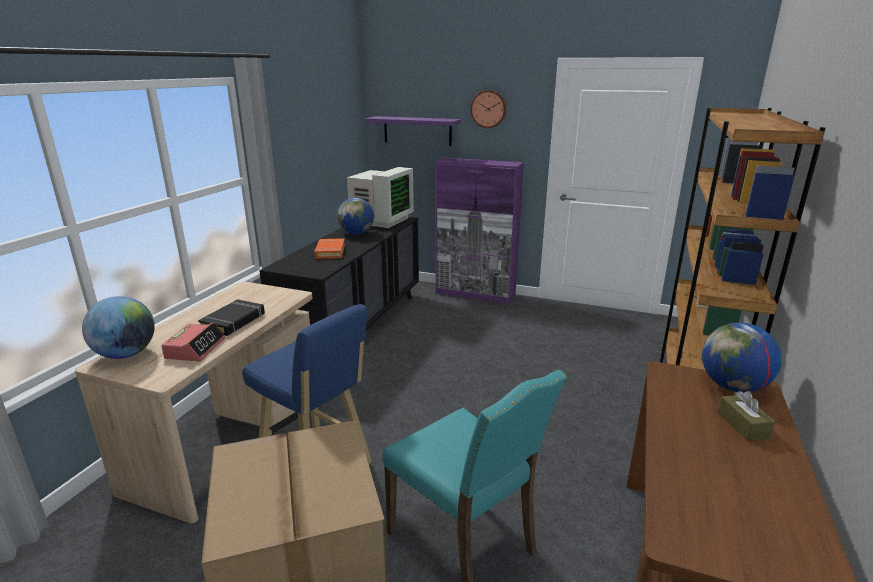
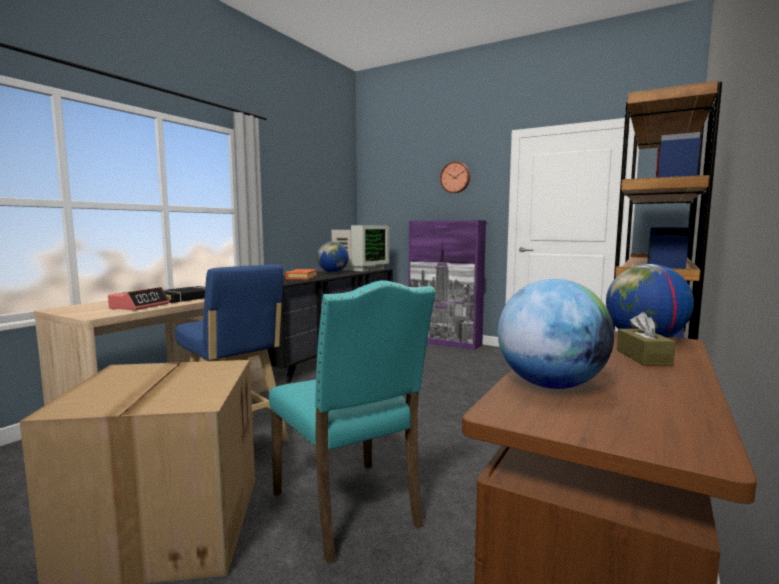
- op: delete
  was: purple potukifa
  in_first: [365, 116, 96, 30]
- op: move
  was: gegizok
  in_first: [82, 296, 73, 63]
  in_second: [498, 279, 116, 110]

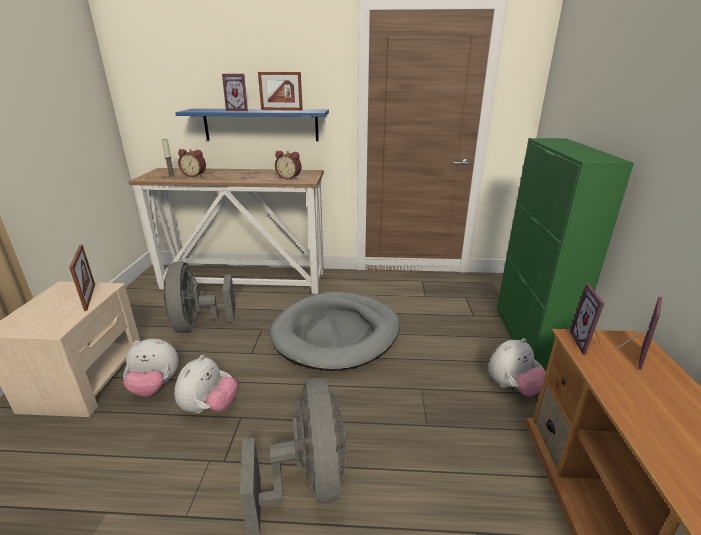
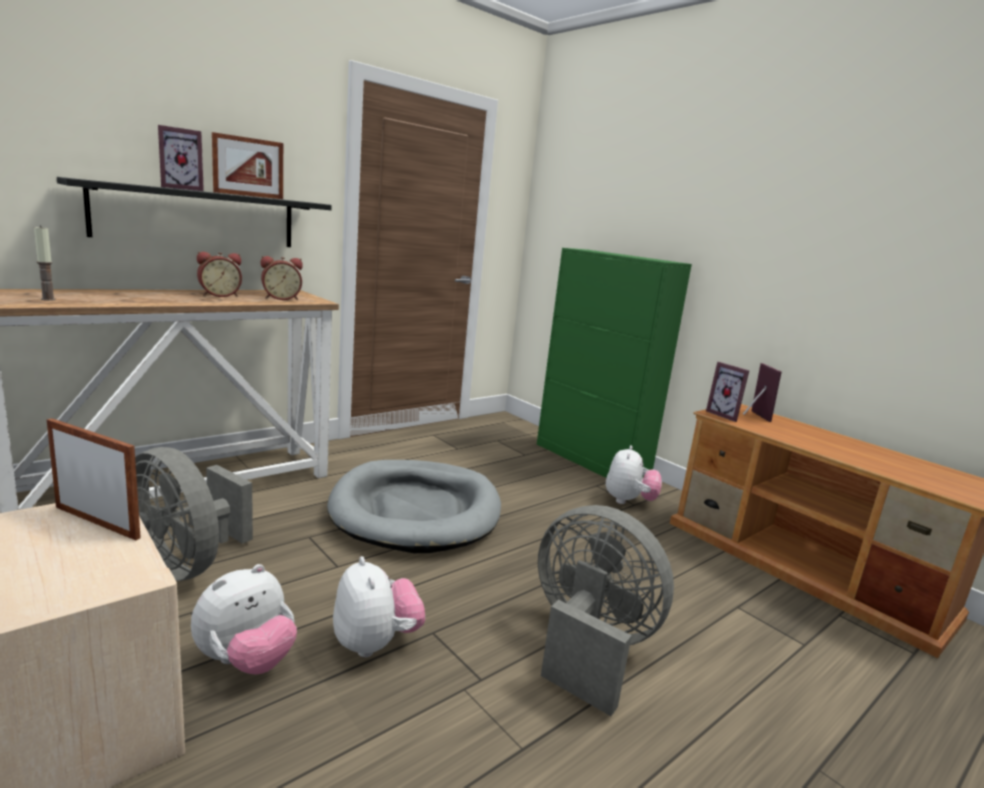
- op: recolor
  was: blue potukifa
  now: black potukifa
  in_first: [175, 109, 154, 32]
  in_second: [57, 177, 275, 70]
- op: move
  was: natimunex
  in_first: [178, 149, 28, 28]
  in_second: [197, 252, 45, 45]

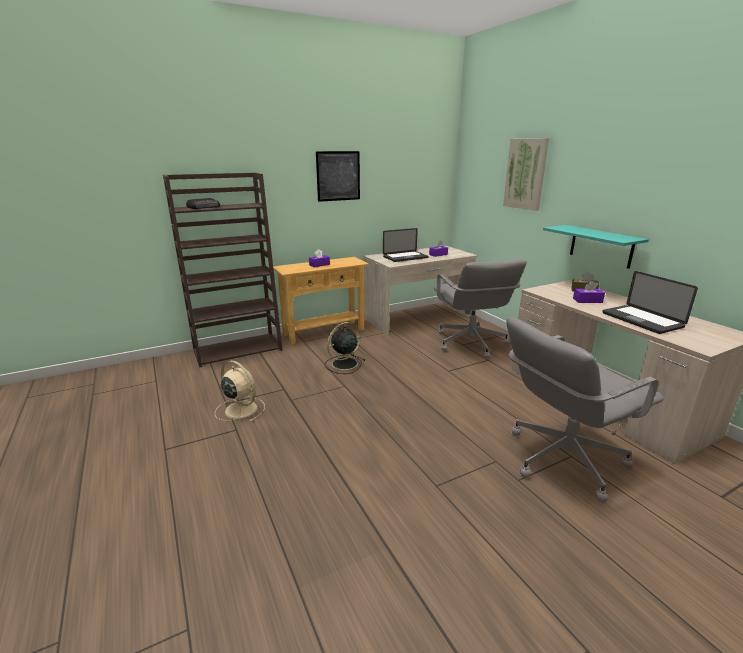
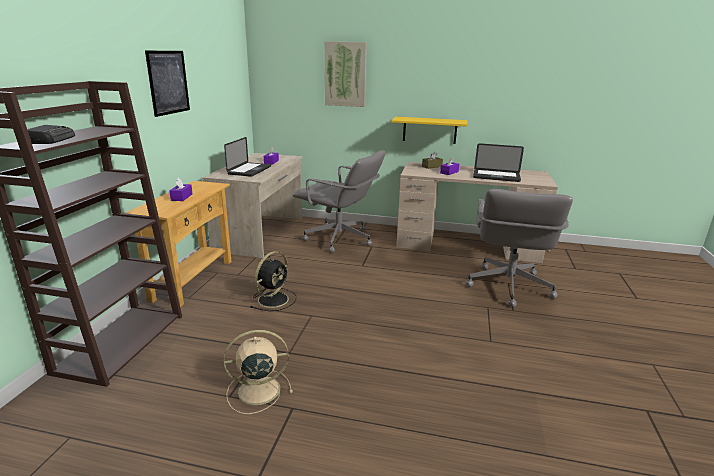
- op: recolor
  was: turquoise potukifa
  now: yellow potukifa
  in_first: [543, 225, 106, 44]
  in_second: [391, 117, 76, 27]
- op: rotate
  was: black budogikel
  in_first: [325, 322, 40, 52]
  in_second: [250, 251, 46, 60]
  clockwise: -150

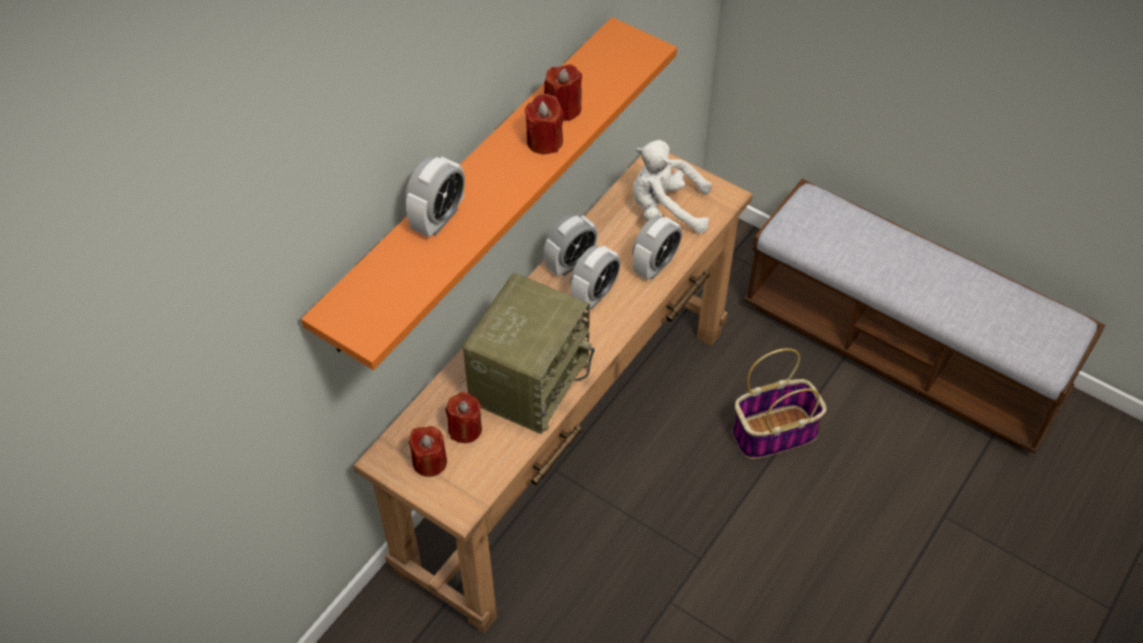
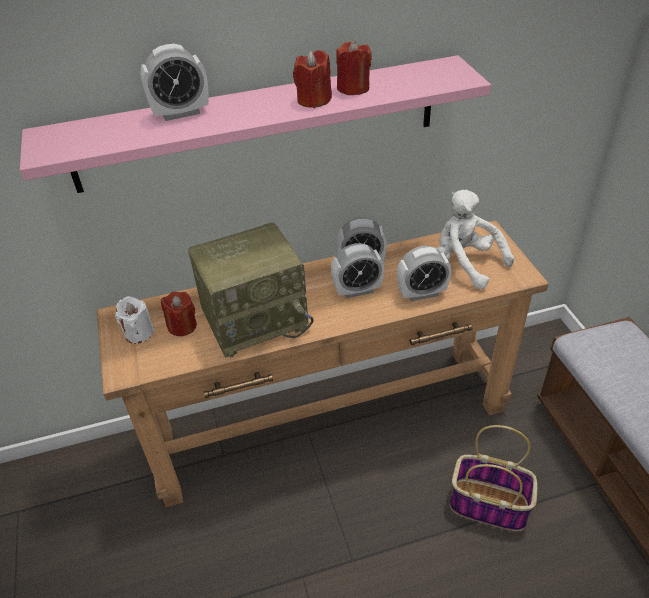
- op: recolor
  was: orange potukifa
  now: pink potukifa
  in_first: [301, 17, 376, 353]
  in_second: [20, 55, 471, 138]
- op: recolor
  was: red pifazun
  now: white pifazun
  in_first: [409, 426, 38, 51]
  in_second: [115, 296, 40, 48]

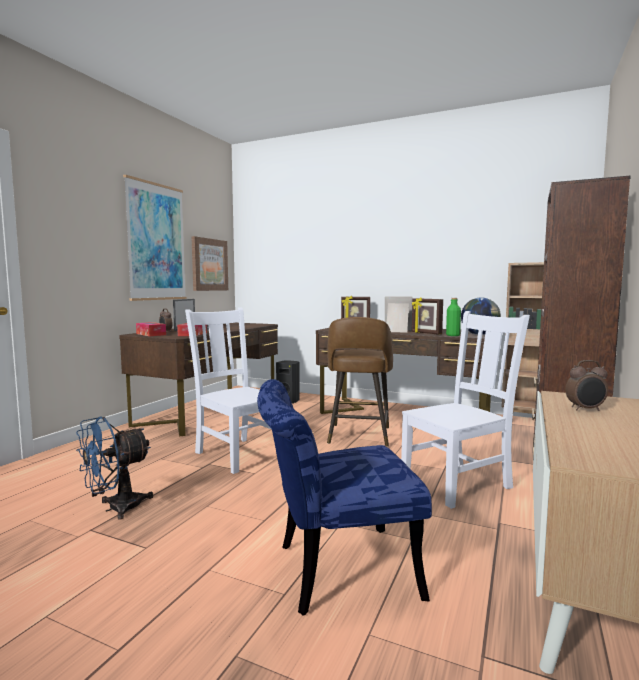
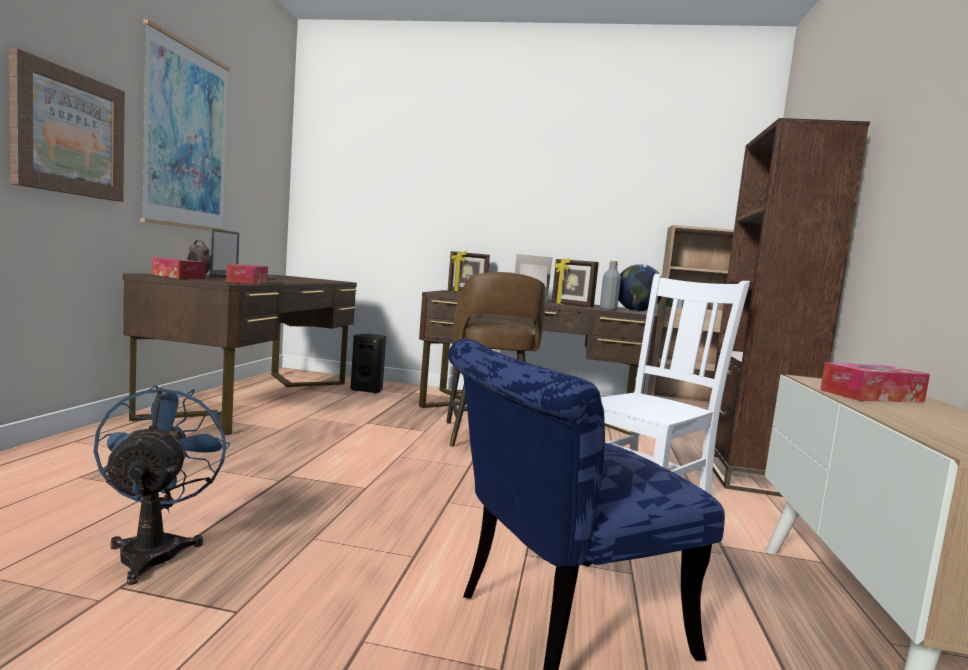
- op: move
  was: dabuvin
  in_first: [192, 236, 36, 55]
  in_second: [9, 48, 116, 154]
- op: recolor
  was: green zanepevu
  now: grey zanepevu
  in_first: [446, 298, 15, 38]
  in_second: [600, 261, 21, 50]
- op: delete
  was: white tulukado
  in_first: [185, 307, 87, 167]
- op: replace
  was: natimunex
  now: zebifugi
  in_first: [565, 360, 43, 51]
  in_second: [820, 362, 110, 41]
- op: rotate
  was: blue budogikel
  in_first: [76, 416, 77, 104]
  in_second: [93, 385, 137, 200]
  clockwise: 135

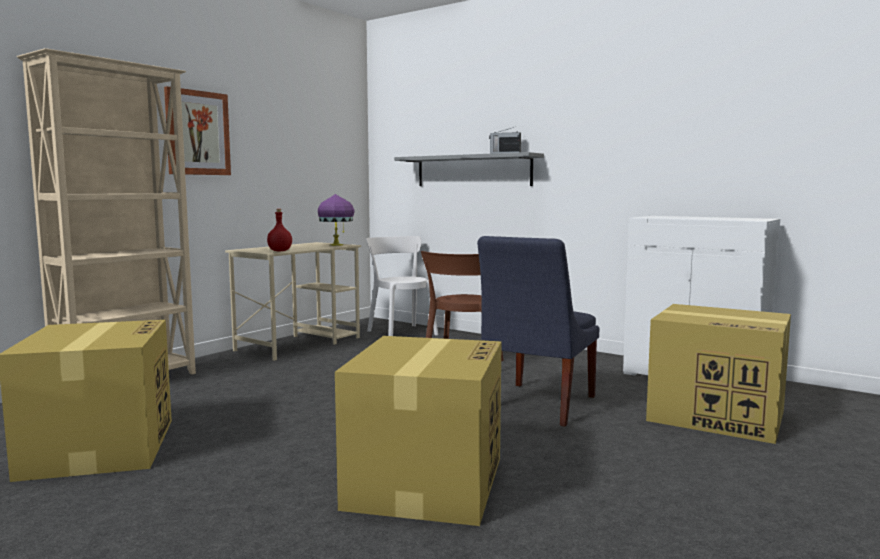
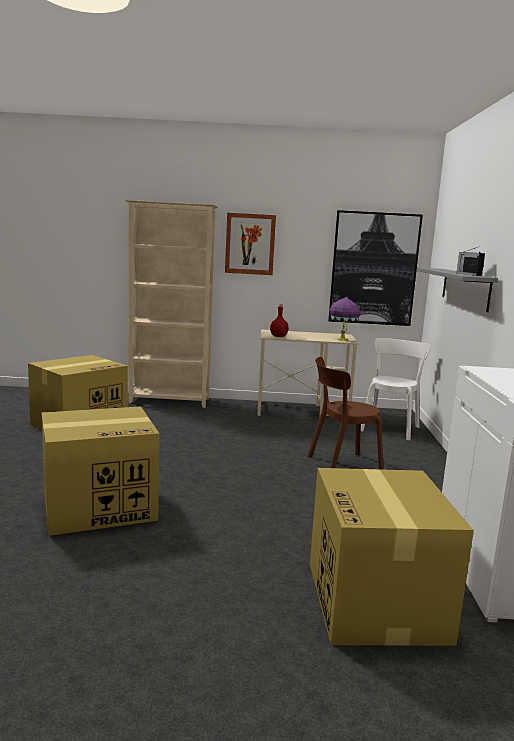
- op: delete
  was: blue tulukado
  in_first: [477, 236, 123, 191]
- op: insert
  now: dabuvin
  in_second: [328, 210, 95, 116]

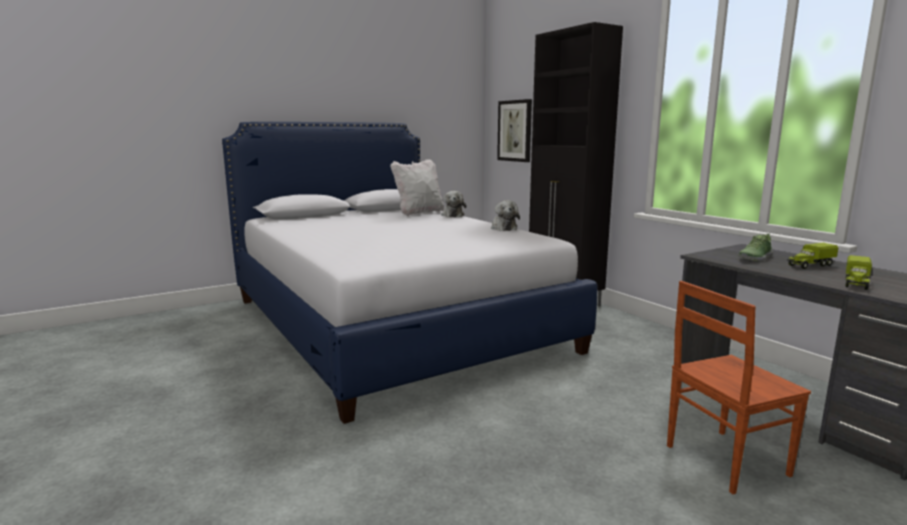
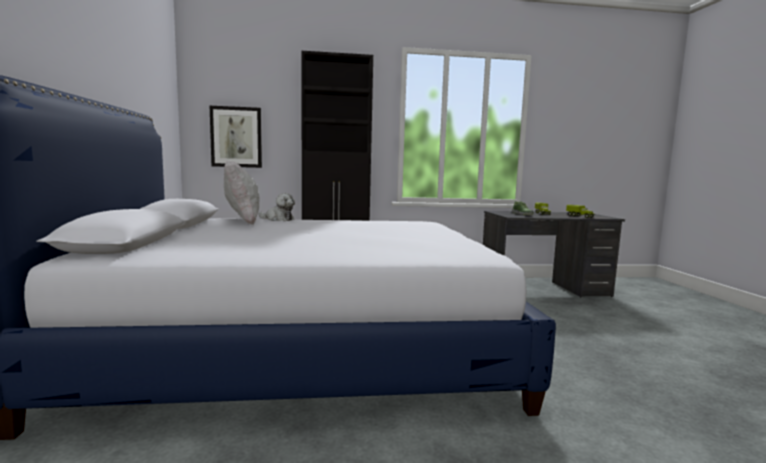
- op: delete
  was: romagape
  in_first: [491, 200, 29, 31]
- op: delete
  was: brown tulukado
  in_first: [667, 281, 144, 213]

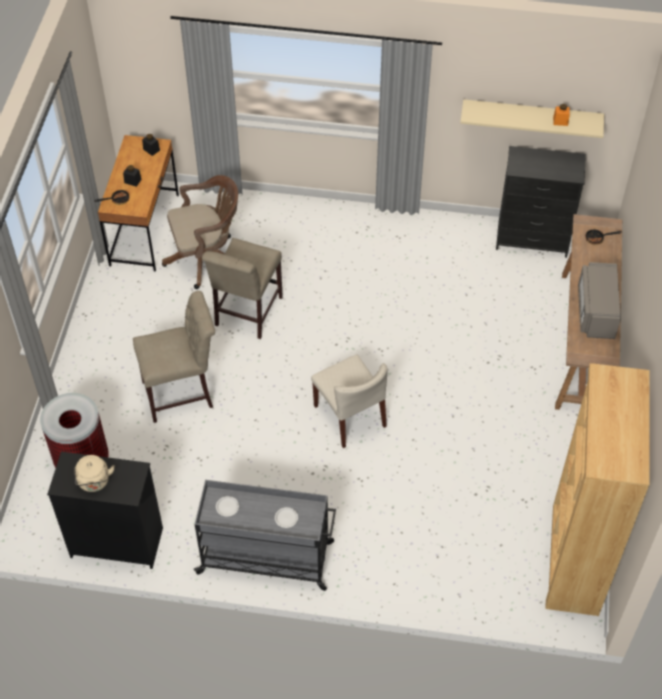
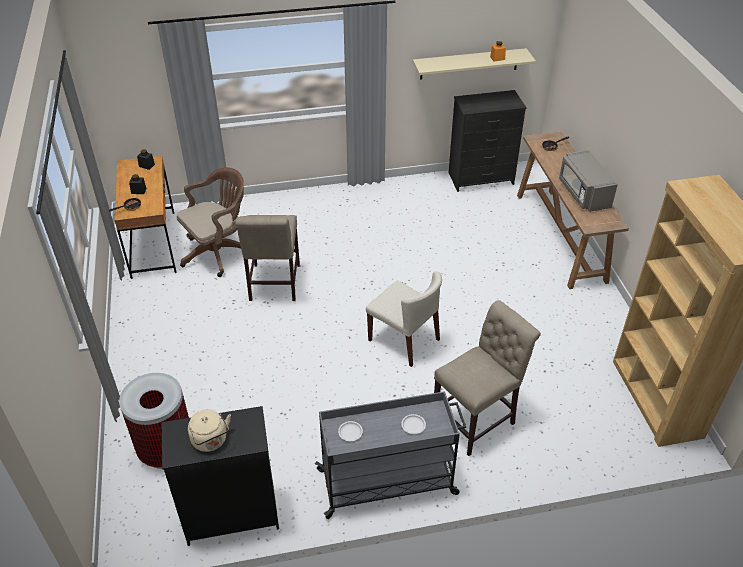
- op: move
  was: beige tulukado
  in_first: [133, 291, 82, 132]
  in_second: [434, 300, 107, 156]

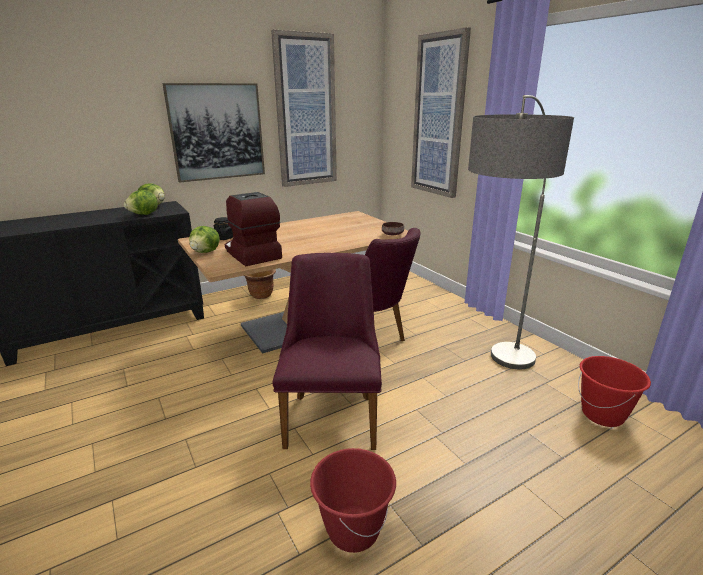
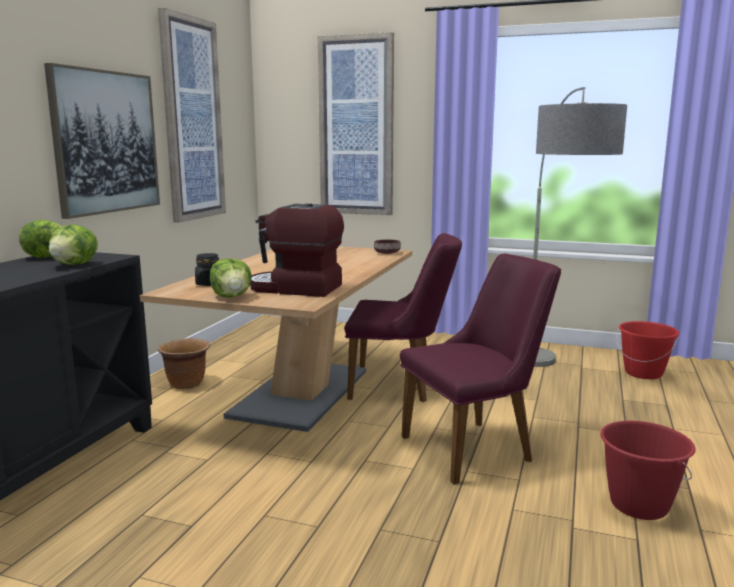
- op: rotate
  was: purple tulukado
  in_first: [272, 253, 110, 197]
  in_second: [400, 253, 161, 231]
  clockwise: 105

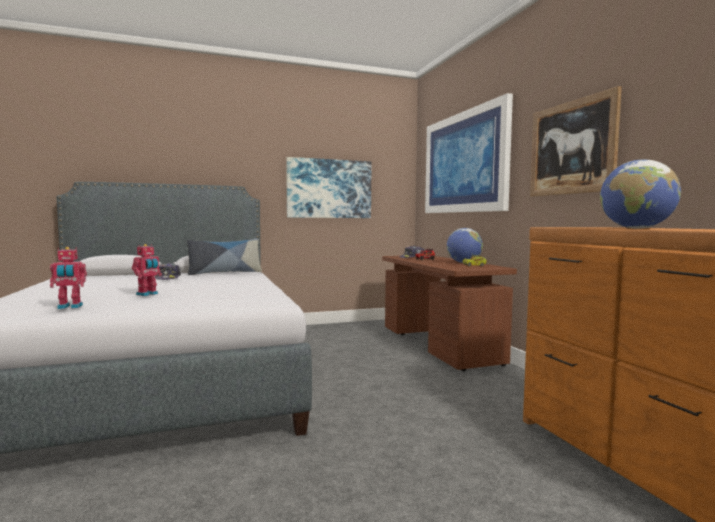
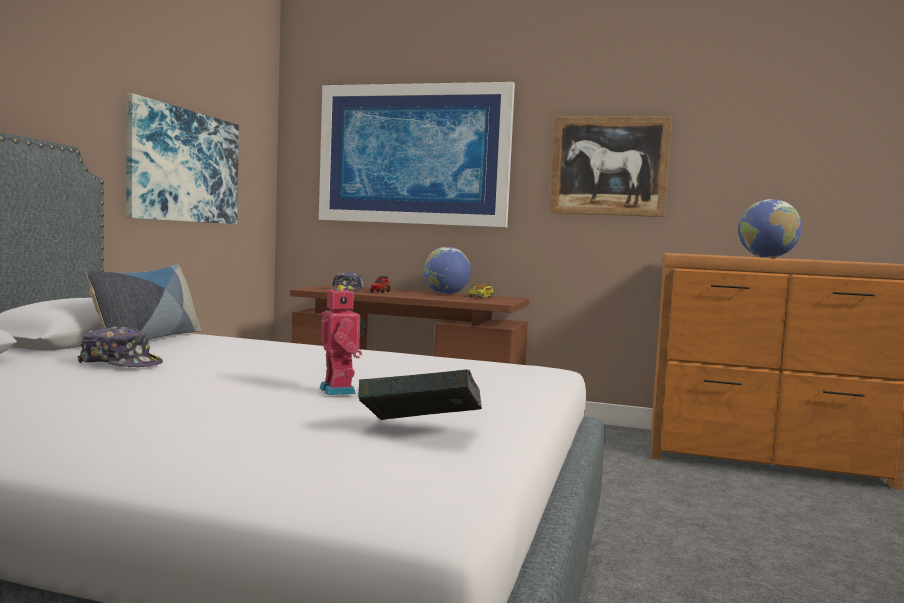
- op: replace
  was: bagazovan
  now: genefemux
  in_first: [50, 247, 37, 62]
  in_second: [358, 369, 124, 51]

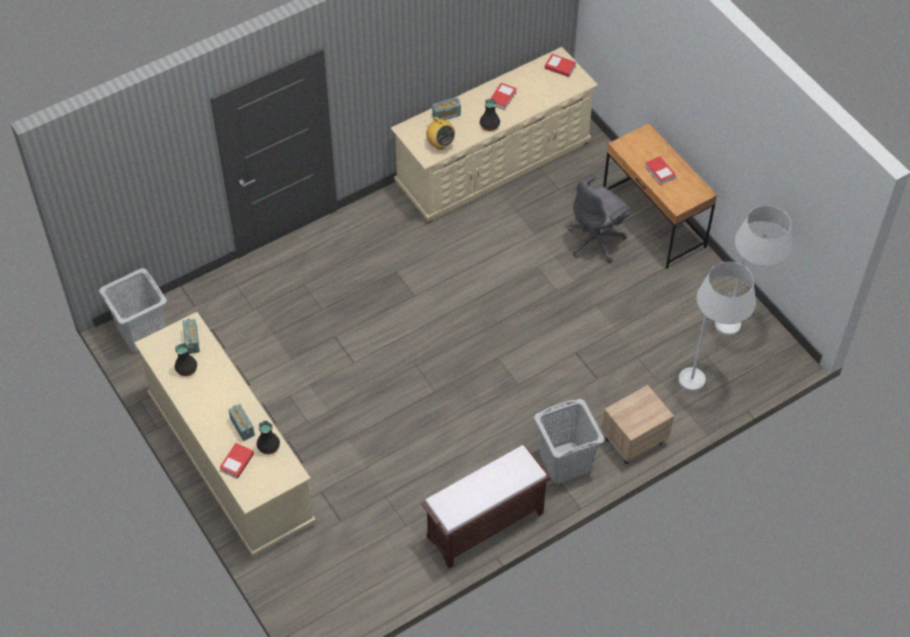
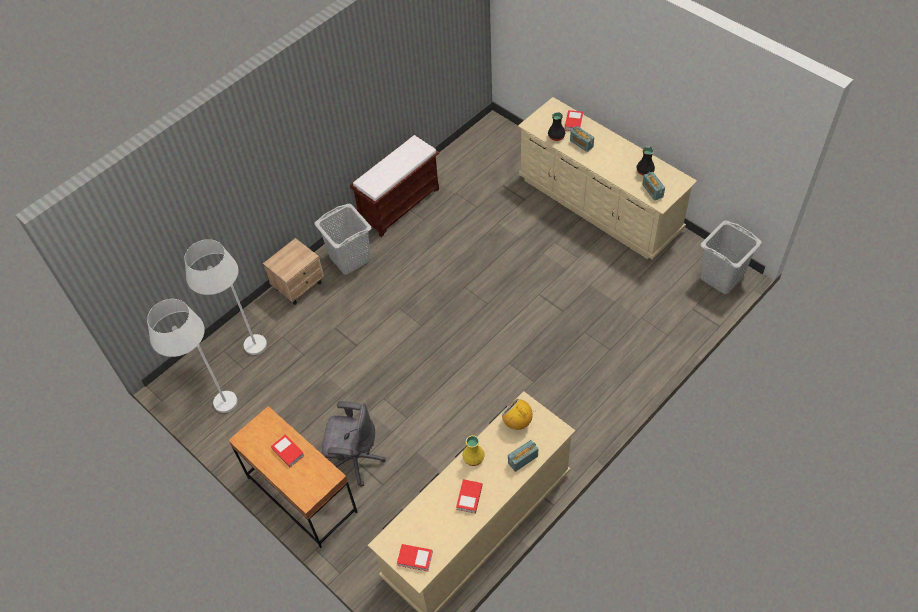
- op: recolor
  was: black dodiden
  now: yellow dodiden
  in_first: [480, 99, 20, 32]
  in_second: [462, 435, 23, 31]
- op: rotate
  was: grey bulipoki
  in_first: [568, 174, 63, 89]
  in_second: [322, 401, 64, 86]
  clockwise: 60

